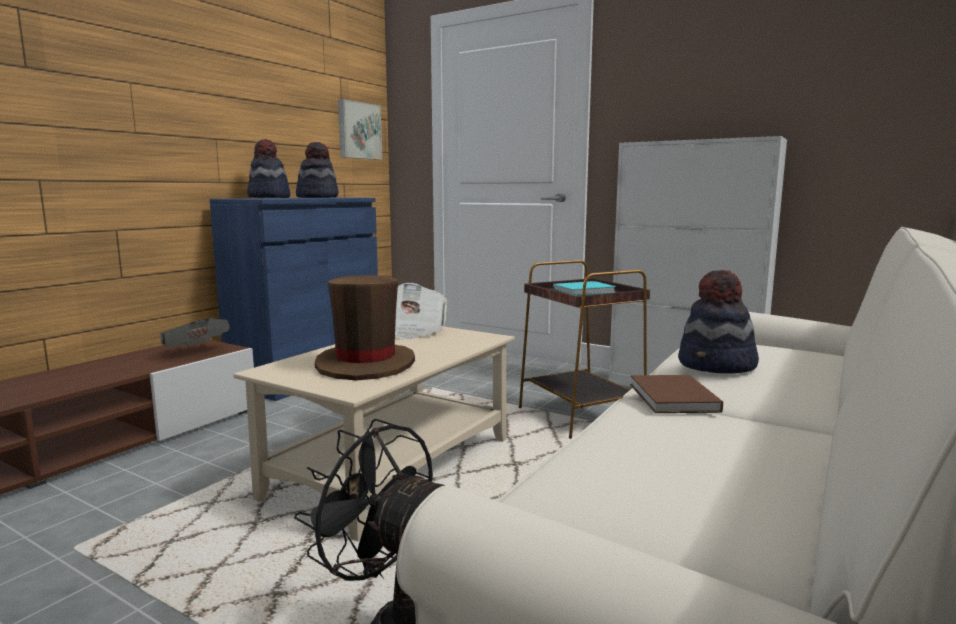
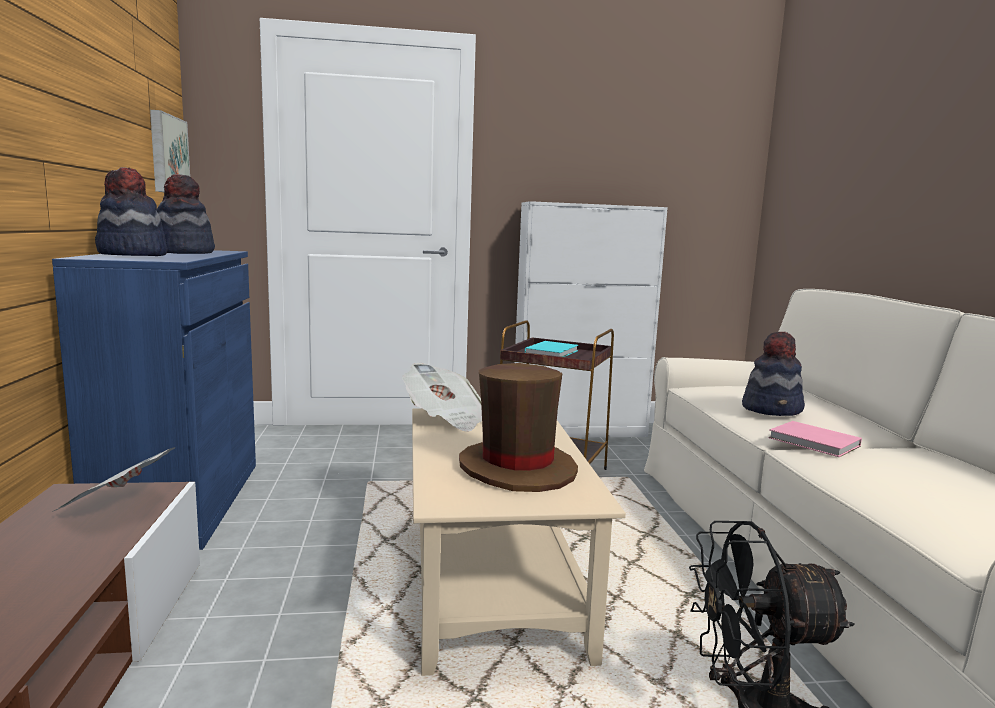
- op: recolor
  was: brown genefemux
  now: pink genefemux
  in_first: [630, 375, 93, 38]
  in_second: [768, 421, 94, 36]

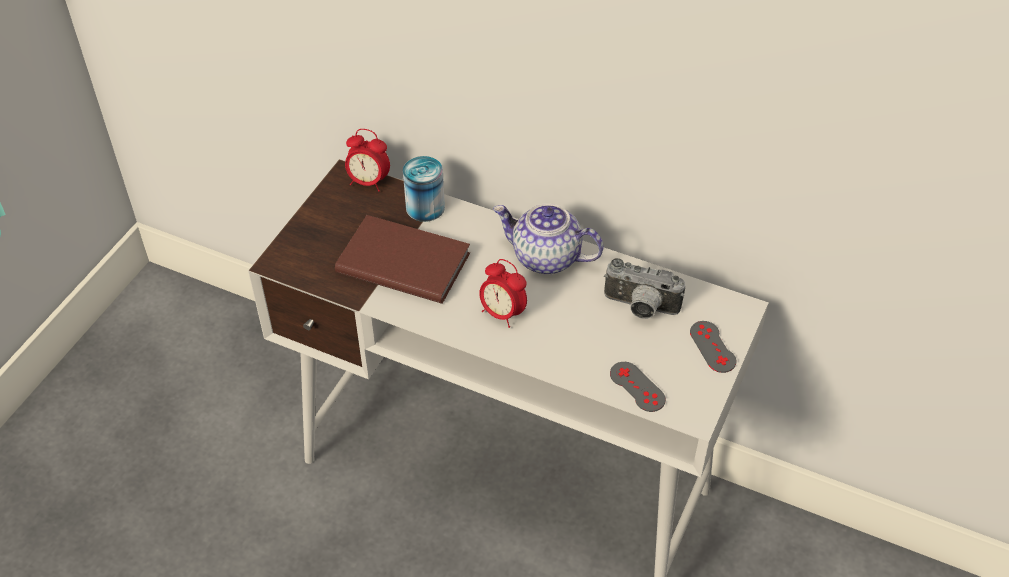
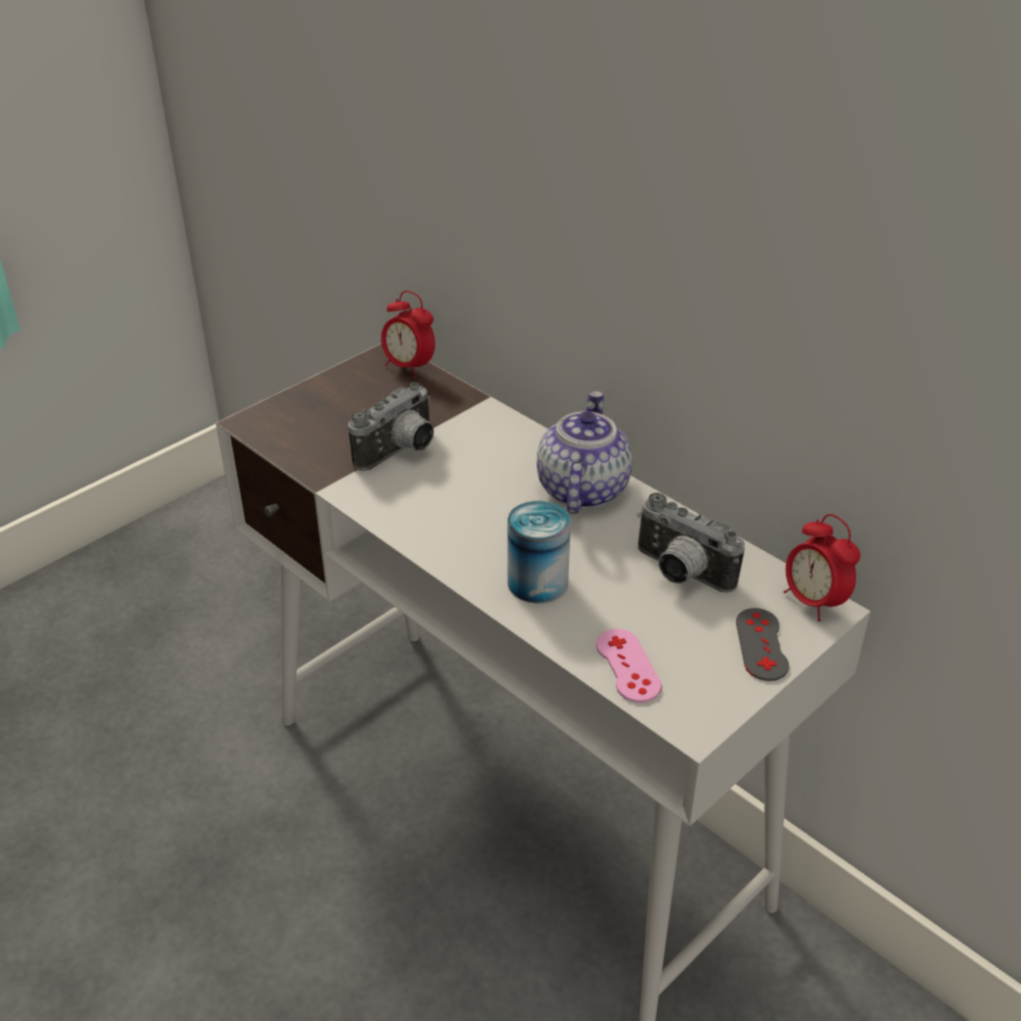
- op: move
  was: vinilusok
  in_first: [403, 156, 42, 66]
  in_second: [508, 501, 63, 102]
- op: rotate
  was: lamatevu
  in_first: [493, 203, 111, 72]
  in_second: [537, 391, 95, 123]
  clockwise: 60
- op: replace
  was: brown genefemux
  now: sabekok
  in_first: [335, 215, 135, 89]
  in_second: [348, 382, 86, 89]
- op: move
  was: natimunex
  in_first: [479, 259, 48, 69]
  in_second: [784, 514, 77, 108]
- op: recolor
  was: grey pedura
  now: pink pedura
  in_first: [610, 362, 56, 50]
  in_second: [596, 629, 66, 74]

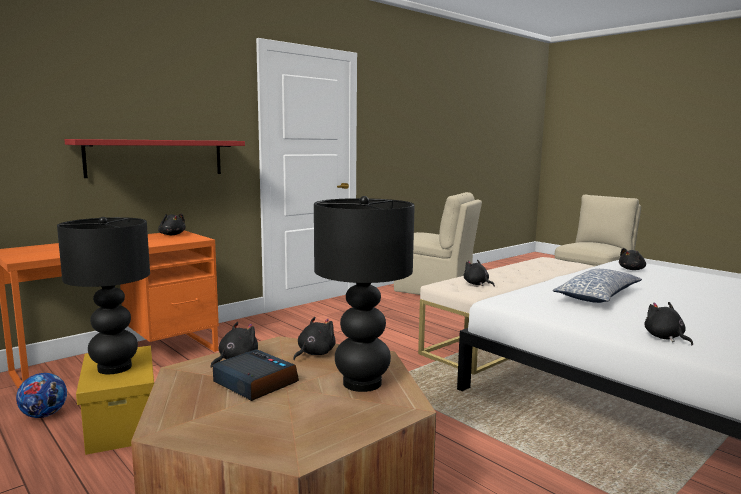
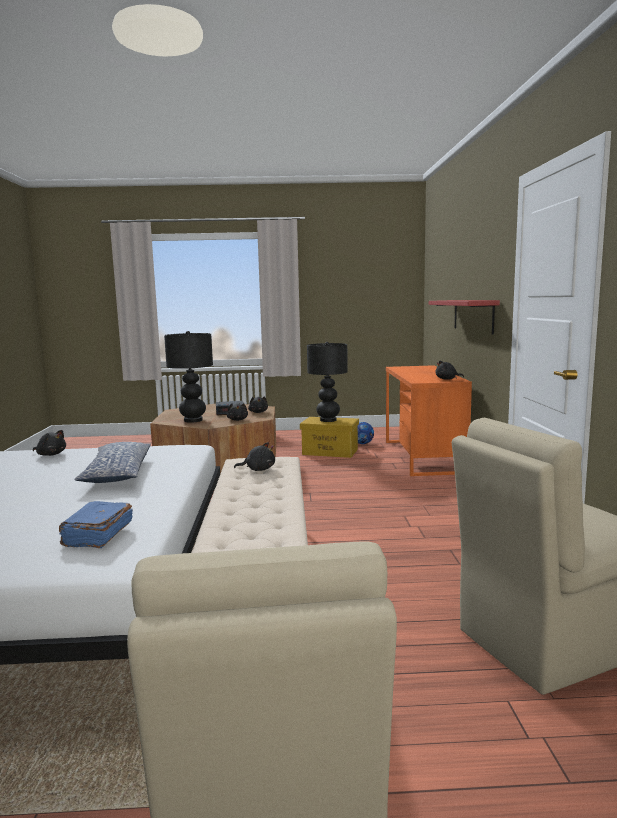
- op: replace
  was: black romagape
  now: blue genefemux
  in_first: [619, 248, 27, 22]
  in_second: [59, 501, 74, 47]

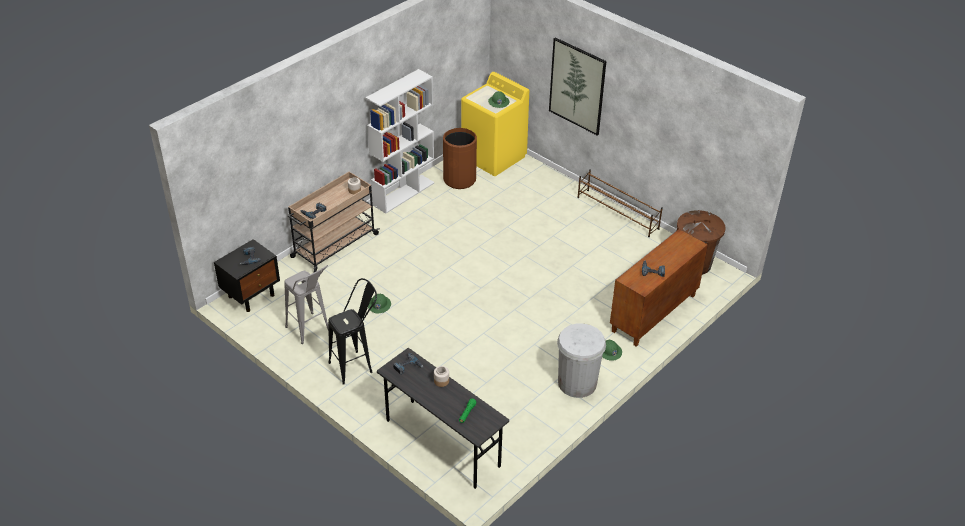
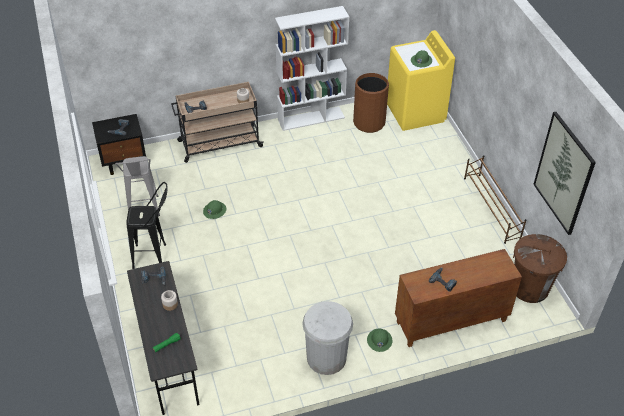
- op: move
  was: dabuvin
  in_first: [549, 37, 57, 98]
  in_second: [533, 112, 63, 123]

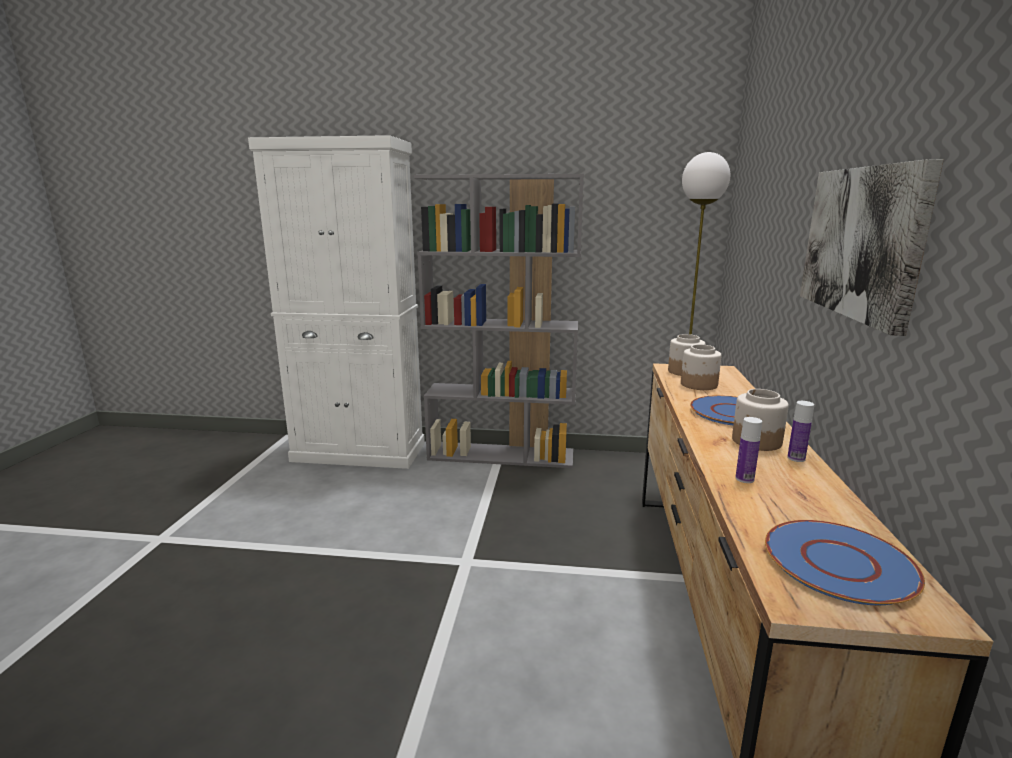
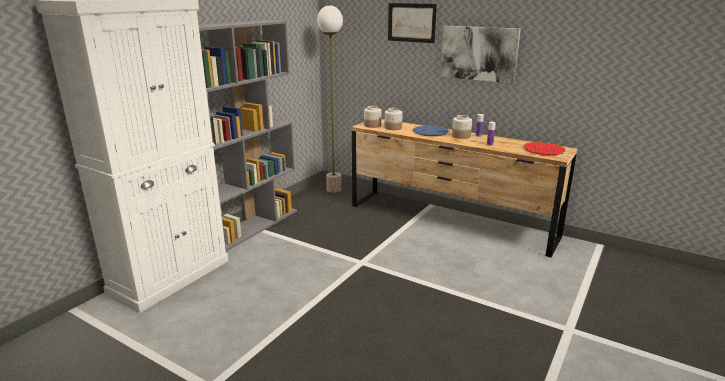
- op: recolor
  was: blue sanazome
  now: red sanazome
  in_first: [765, 520, 160, 85]
  in_second: [523, 142, 42, 13]
- op: insert
  now: dabuvin
  in_second: [388, 3, 49, 40]

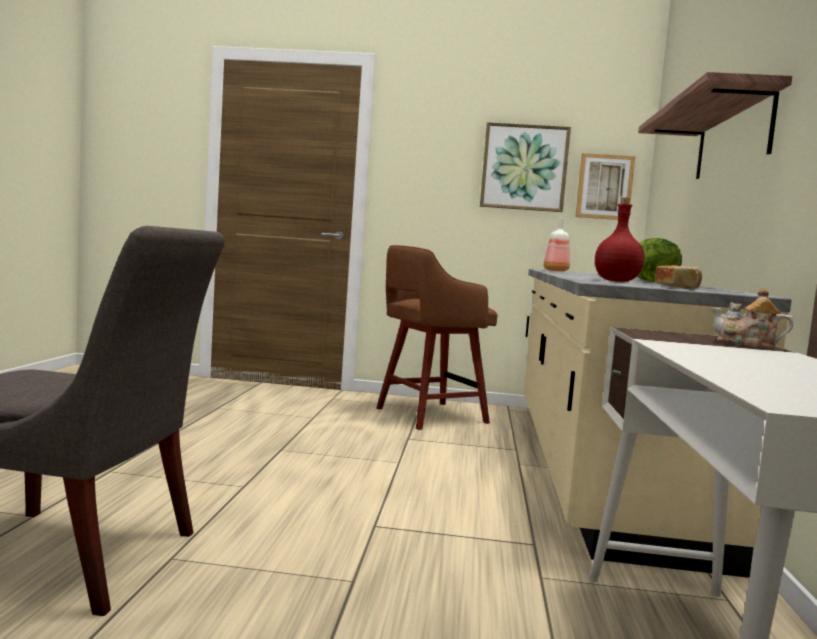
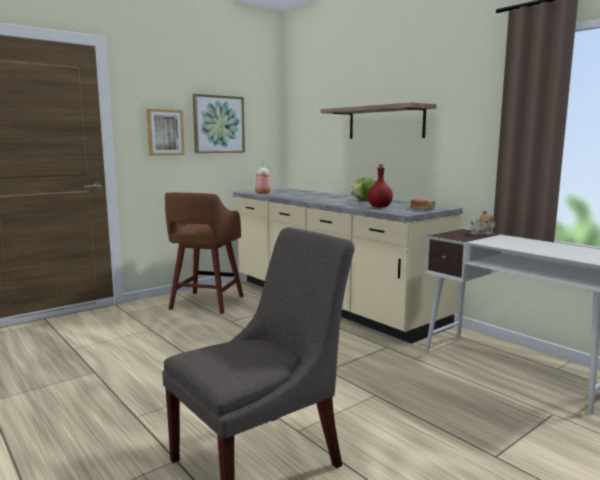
- op: move
  was: dabuvin
  in_first: [575, 153, 60, 67]
  in_second: [146, 109, 39, 47]

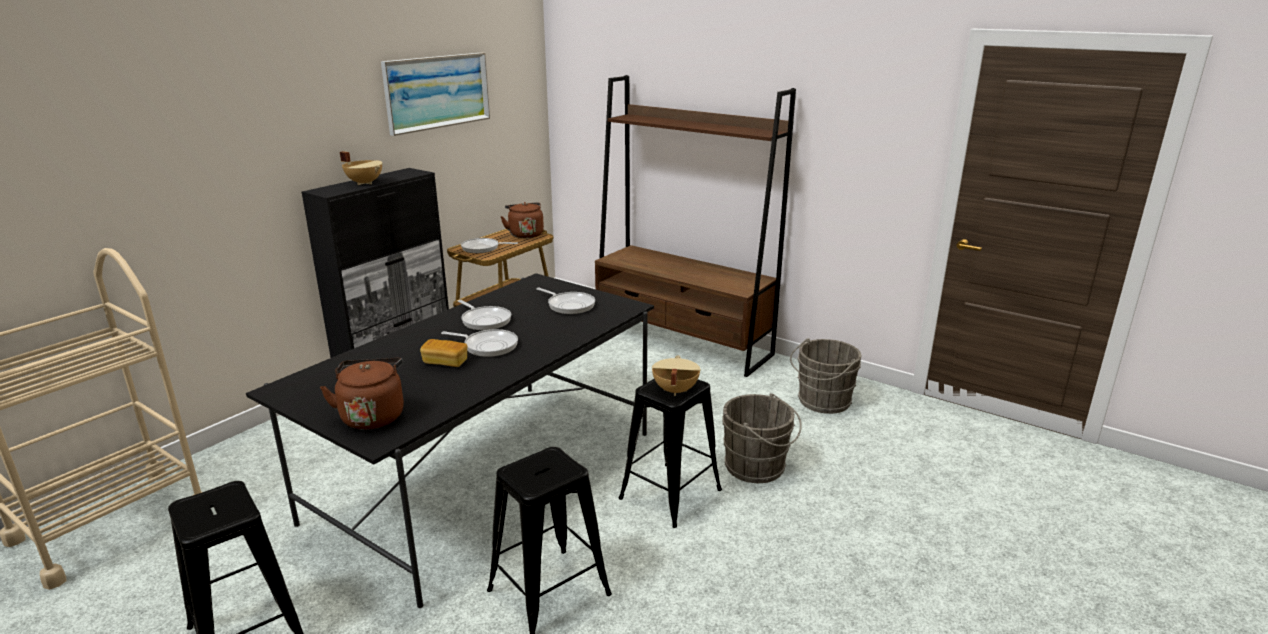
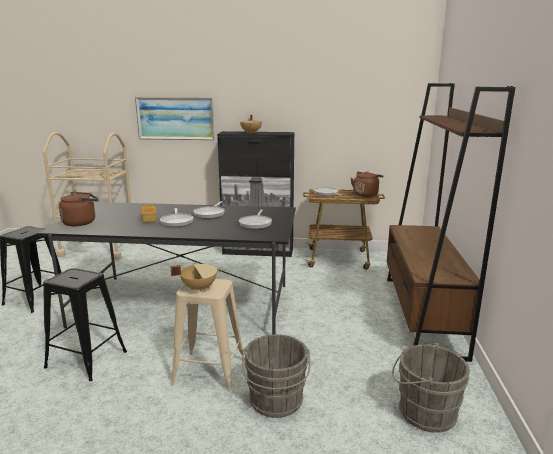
- op: move
  was: dabuvin
  in_first: [381, 53, 109, 83]
  in_second: [135, 97, 80, 43]
- op: recolor
  was: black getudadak
  now: beige getudadak
  in_first: [619, 379, 103, 149]
  in_second: [170, 279, 75, 113]

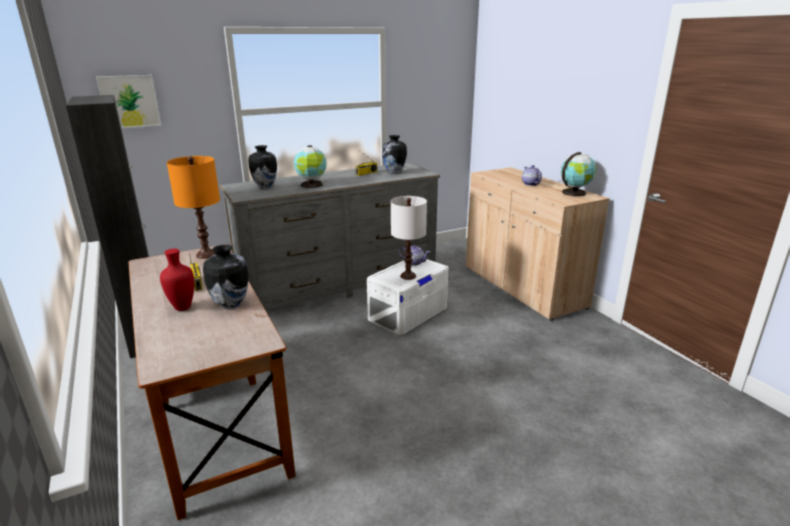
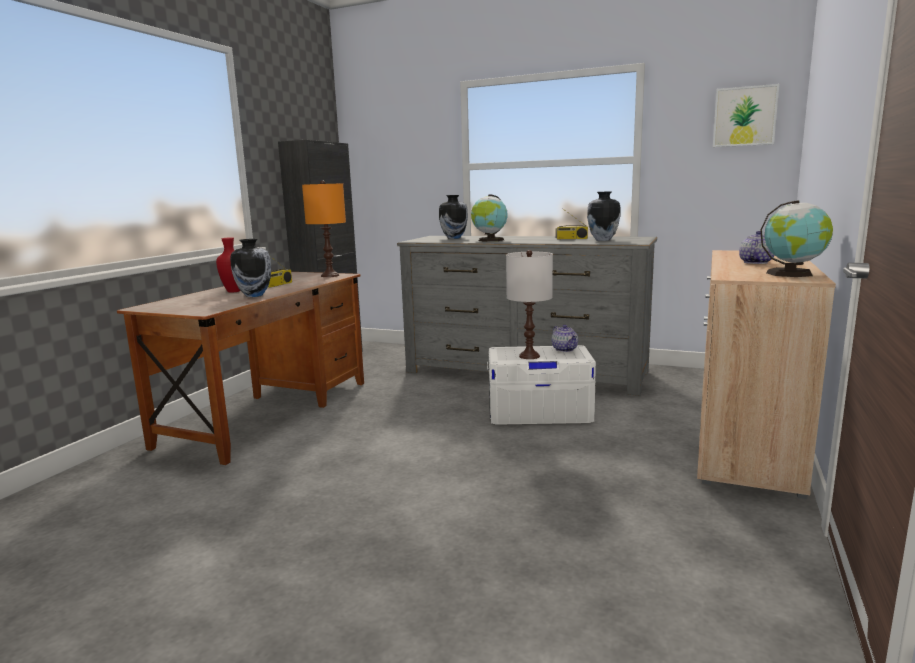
- op: move
  was: dabuvin
  in_first: [96, 75, 66, 54]
  in_second: [713, 84, 66, 63]

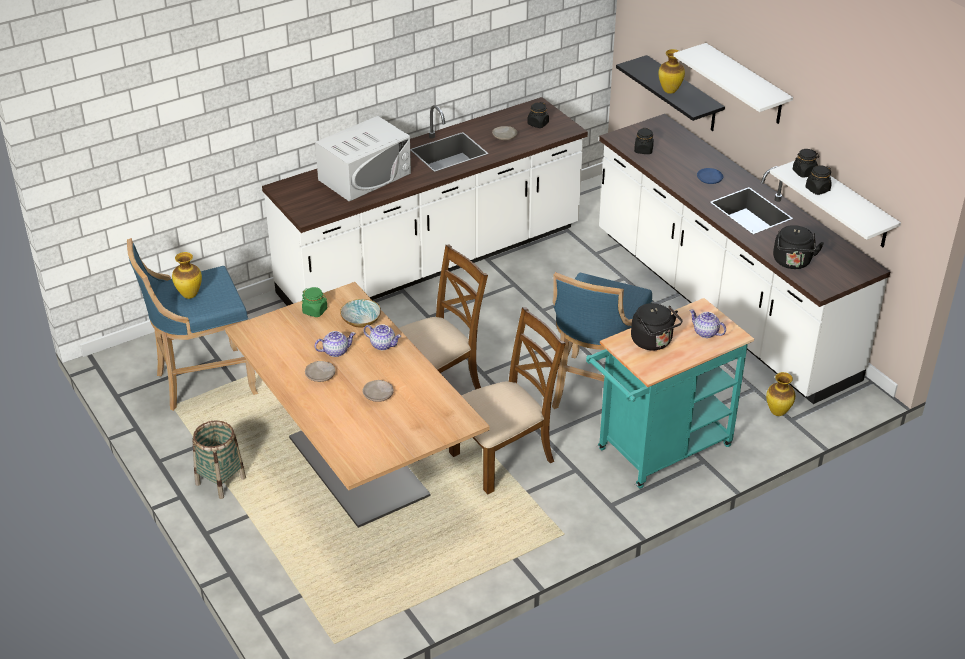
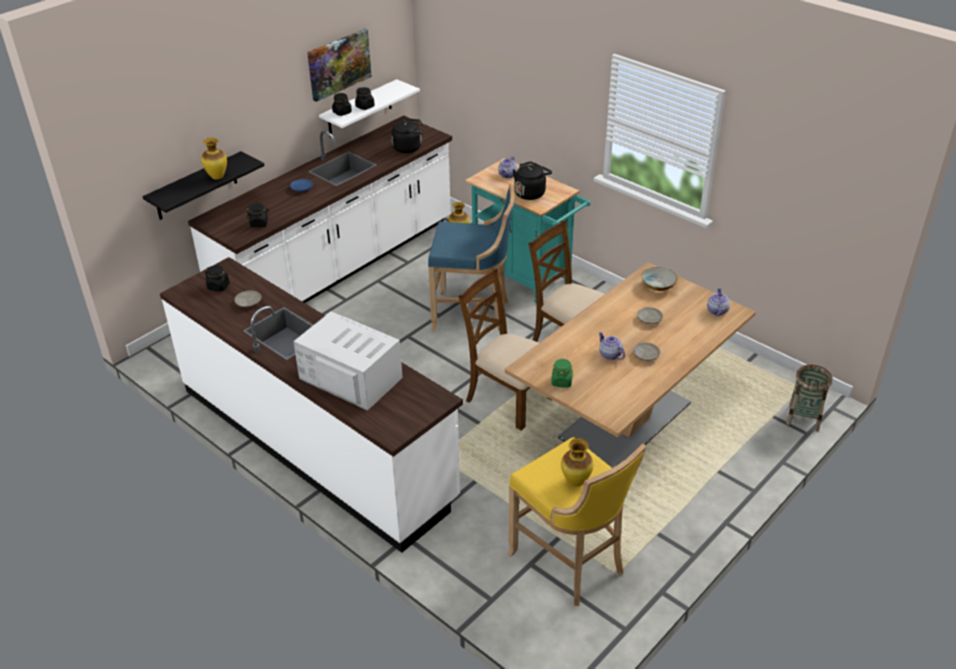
- op: delete
  was: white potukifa
  in_first: [673, 43, 120, 81]
- op: recolor
  was: blue getudadak
  now: yellow getudadak
  in_first: [127, 238, 131, 173]
  in_second: [507, 437, 139, 169]
- op: move
  was: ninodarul
  in_first: [340, 299, 41, 28]
  in_second: [641, 267, 36, 24]
- op: move
  was: lamatevu
  in_first: [363, 324, 38, 26]
  in_second: [707, 288, 23, 28]
- op: move
  was: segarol
  in_first: [192, 420, 54, 79]
  in_second: [786, 365, 47, 66]
- op: insert
  now: dabuvin
  in_second: [307, 29, 65, 73]

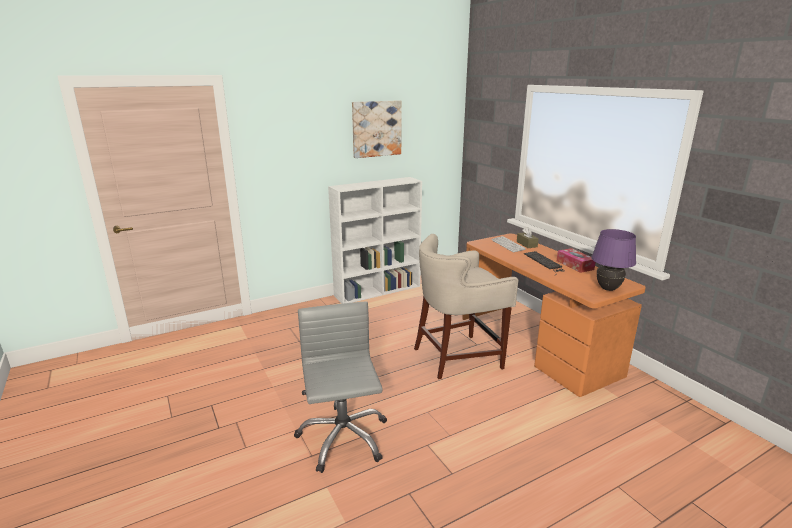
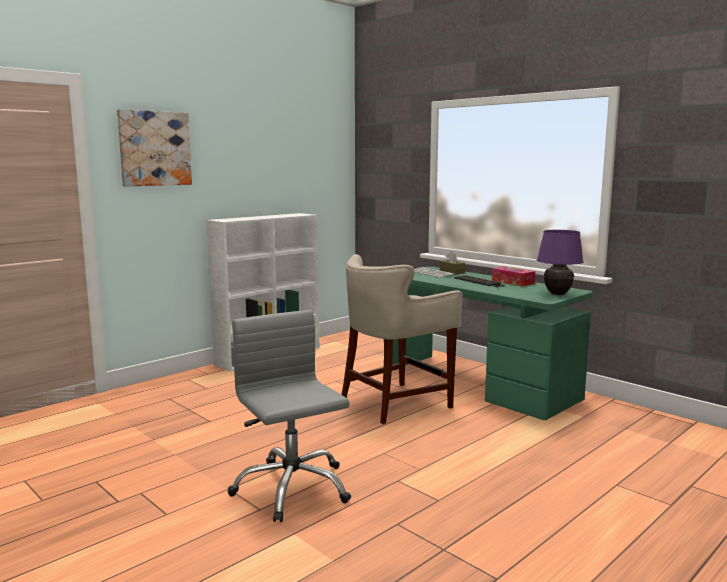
- op: move
  was: dabuvin
  in_first: [352, 100, 50, 58]
  in_second: [117, 109, 75, 78]
- op: recolor
  was: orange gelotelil
  now: green gelotelil
  in_first: [462, 234, 184, 163]
  in_second: [392, 266, 200, 154]

